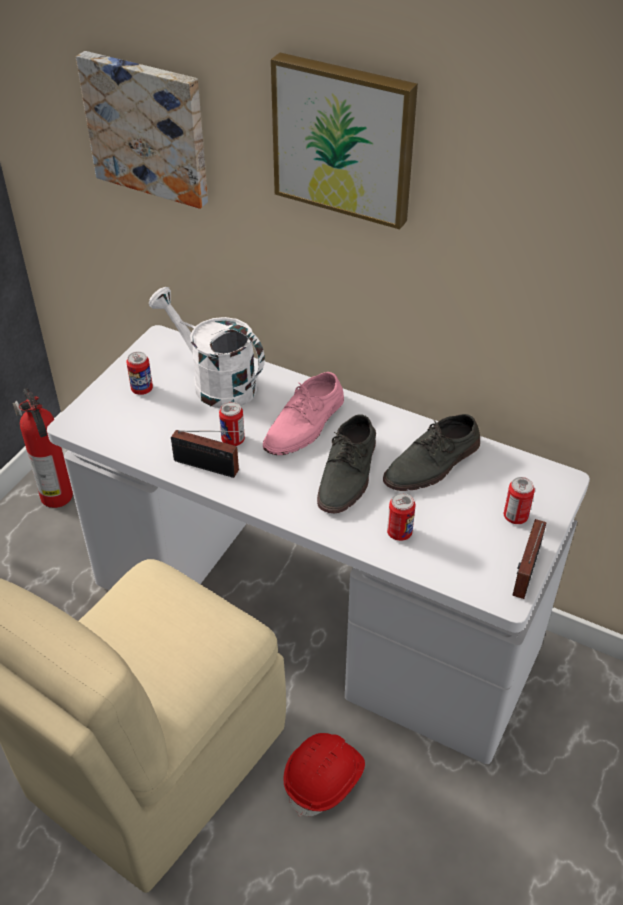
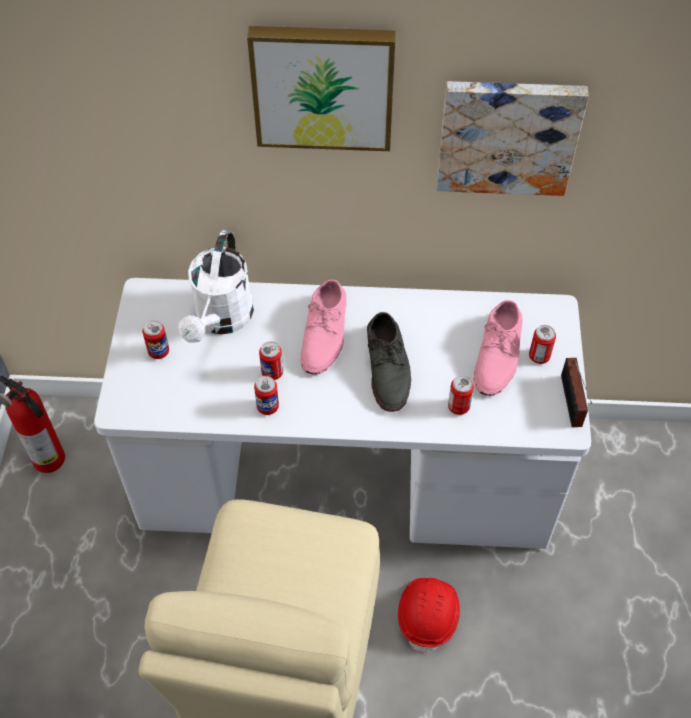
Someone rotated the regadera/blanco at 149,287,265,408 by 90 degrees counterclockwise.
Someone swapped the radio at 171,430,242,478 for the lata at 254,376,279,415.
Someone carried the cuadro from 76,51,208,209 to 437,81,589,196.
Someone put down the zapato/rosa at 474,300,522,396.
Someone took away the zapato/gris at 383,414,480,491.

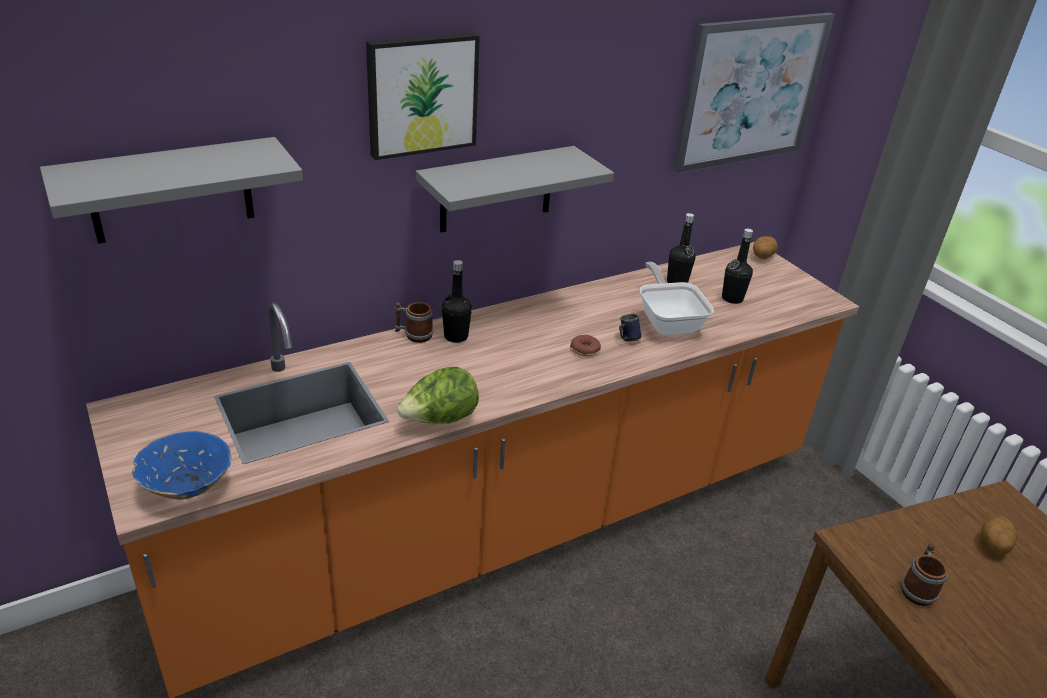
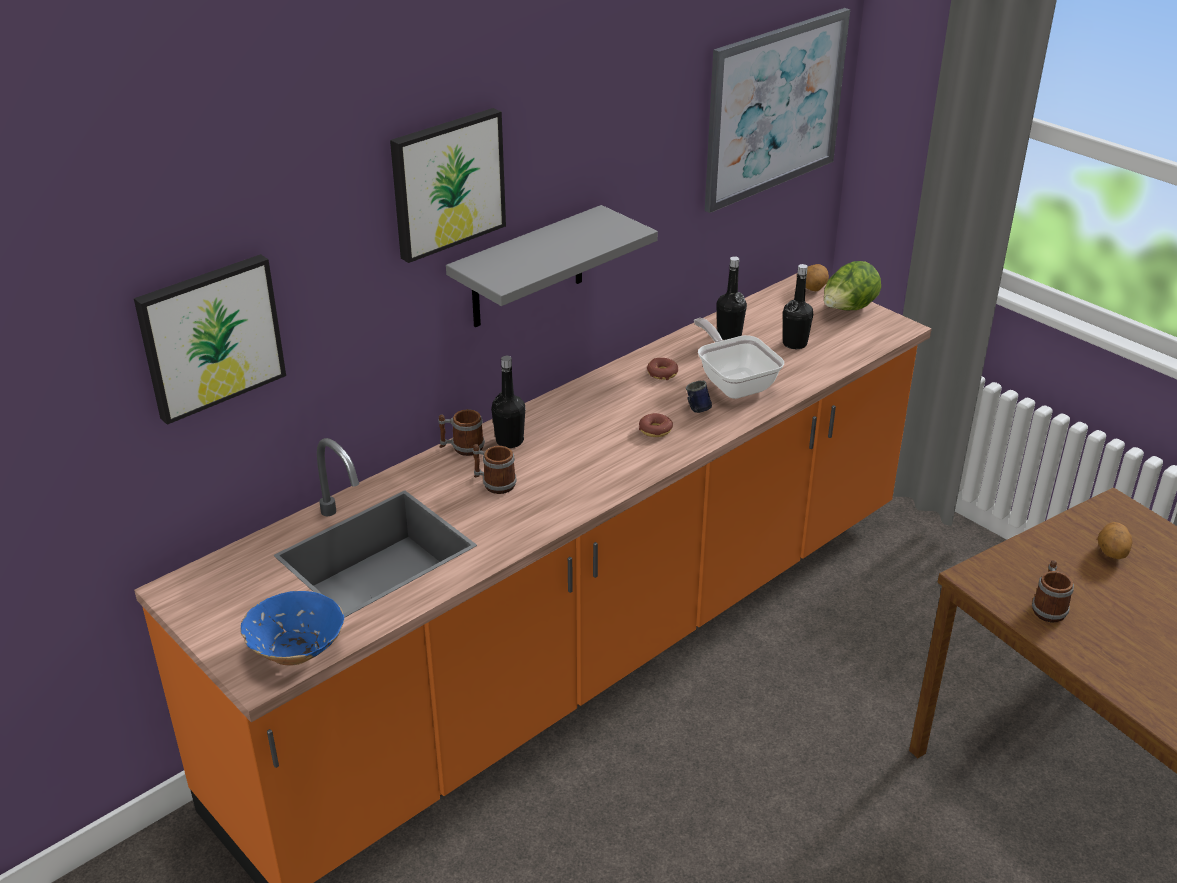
Someone swapped the estante/gris at 40,137,303,244 for the cuadro at 134,254,286,425.
Someone put down the taza grande at 473,444,517,494.
Someone put down the rosquilla at 647,358,678,380.
Someone carried the lechuga from 397,367,479,424 to 824,261,881,310.

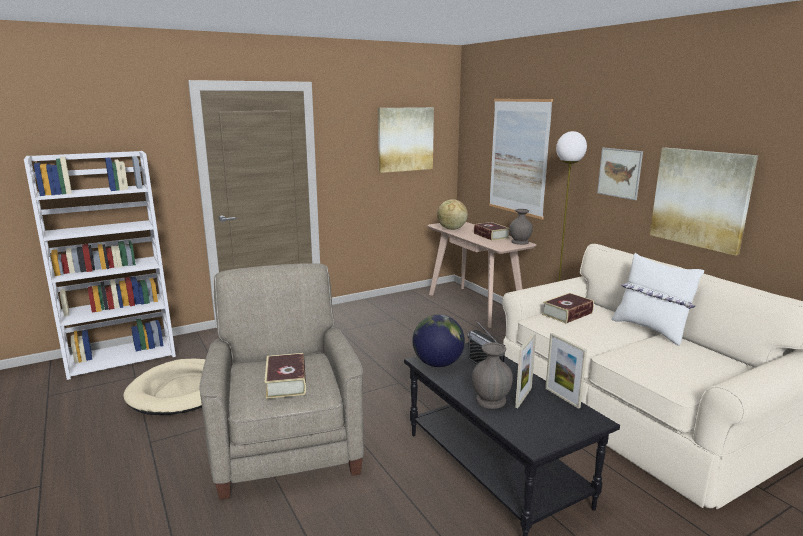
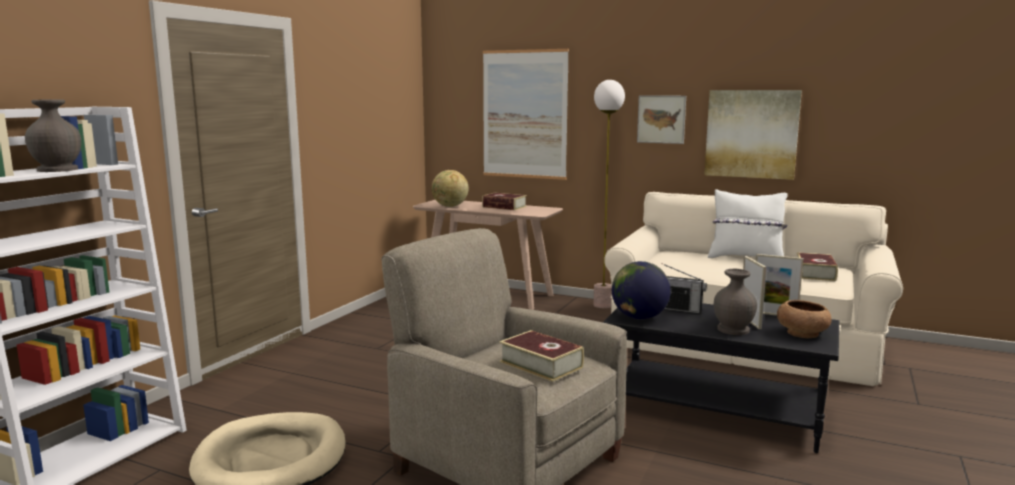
Someone carried the florero/gris from 509,209,533,245 to 25,100,81,172.
Someone put down the cuenco/marrón at 777,300,832,338.
Someone carried the libro from 542,293,594,324 to 797,252,838,281.
Someone took away the cuadro at 378,107,434,173.

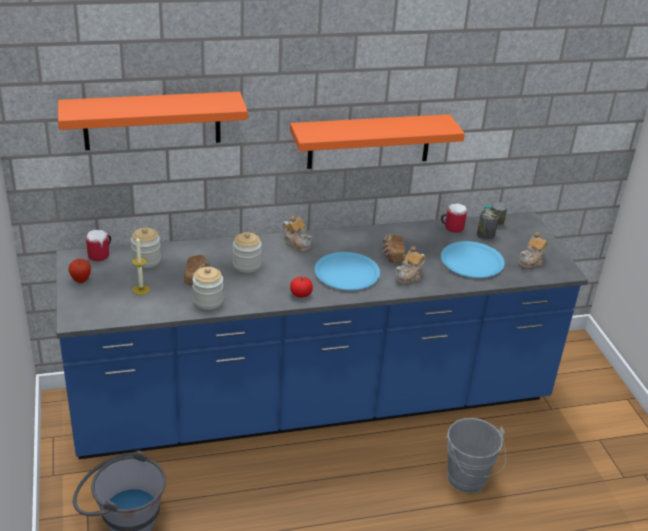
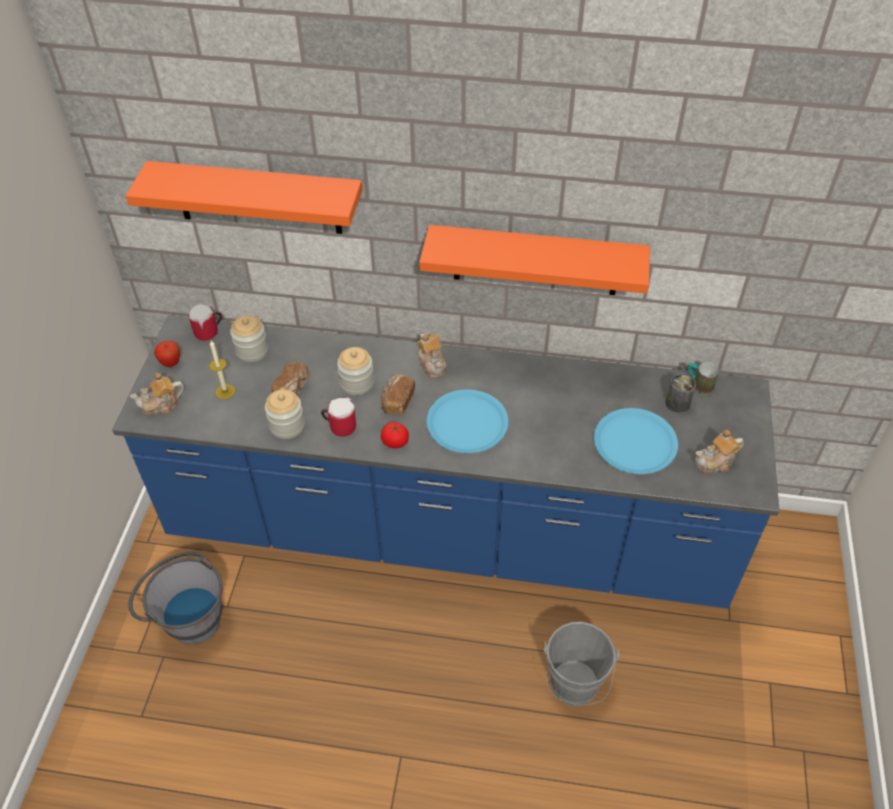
Someone carried the tetera from 395,246,425,284 to 130,373,184,415.
Someone carried the taza grande from 441,203,467,232 to 321,397,356,437.
Someone carried the pan from 382,234,405,263 to 380,375,415,415.

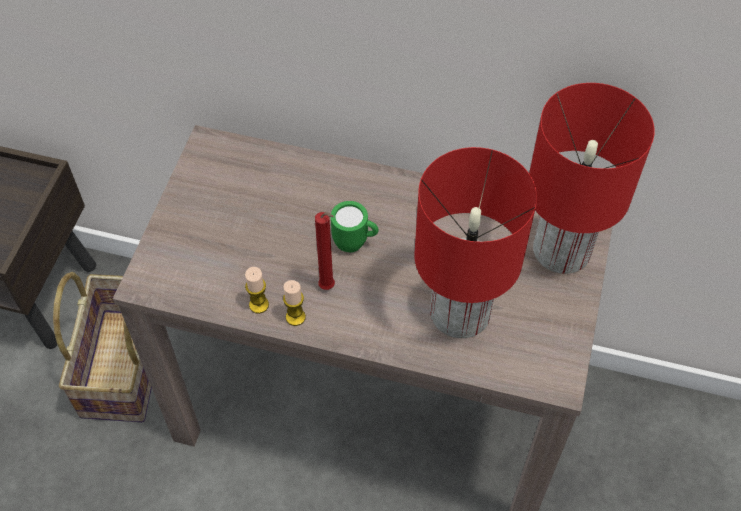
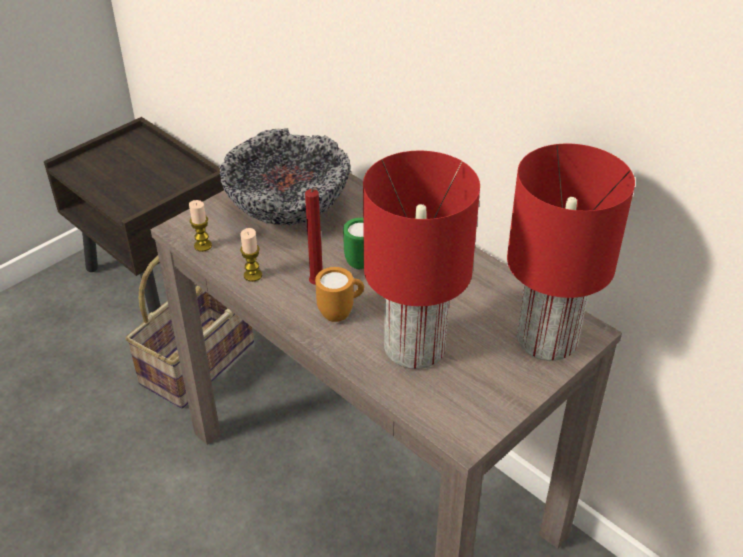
Someone carried the vela from 283,280,306,326 to 189,200,212,252.
Someone put down the cuenco at 220,128,351,225.
Someone put down the taza grande/naranja at 315,267,364,322.

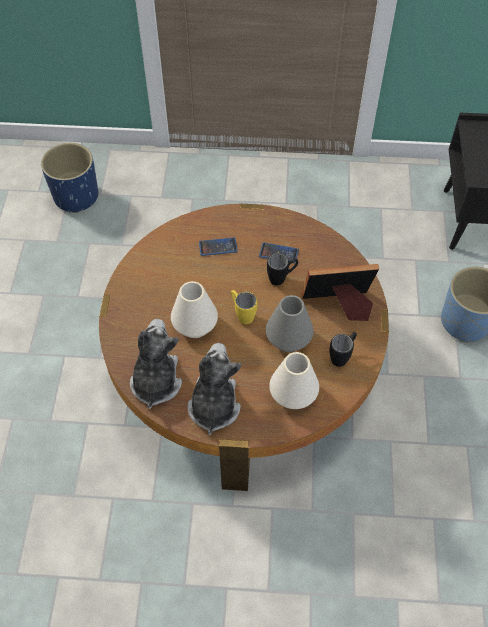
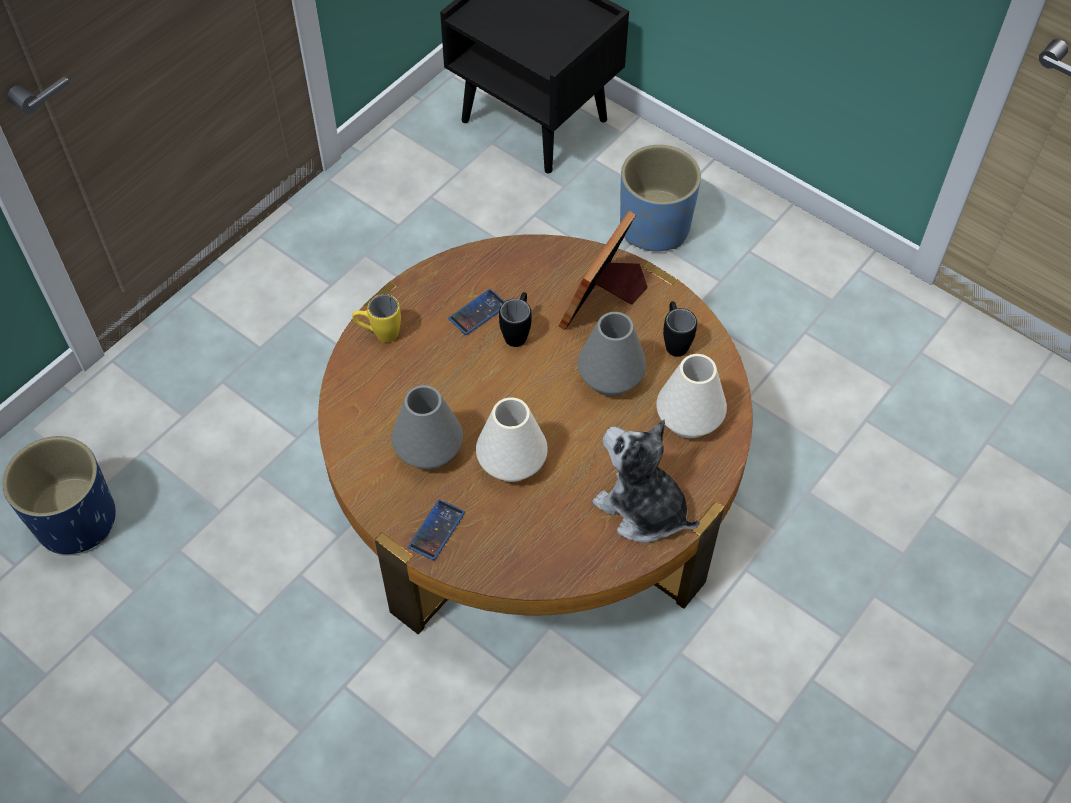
Someone carried the taza grande/amarillo from 231,290,257,324 to 352,294,401,342.
Someone put down the florero/gris at 392,385,463,470.
Someone carried the móvil from 199,237,237,256 to 408,499,465,560.
Someone took away the peluche at 130,319,182,409.

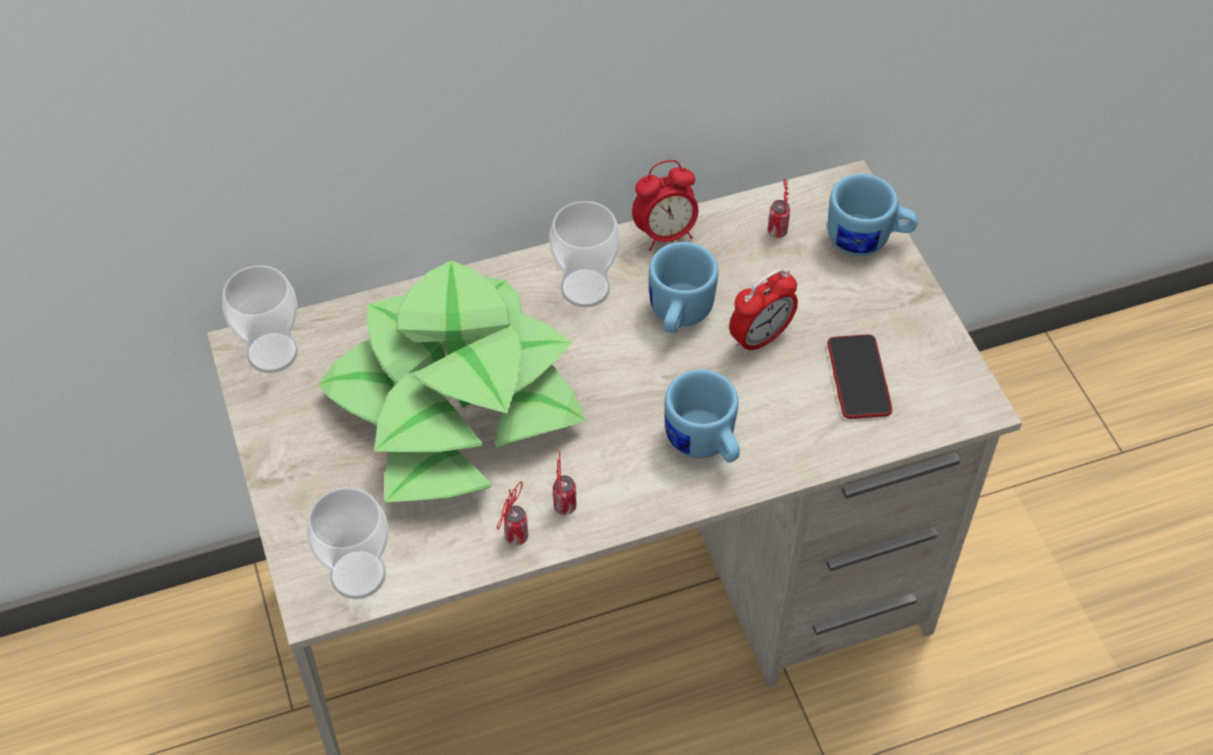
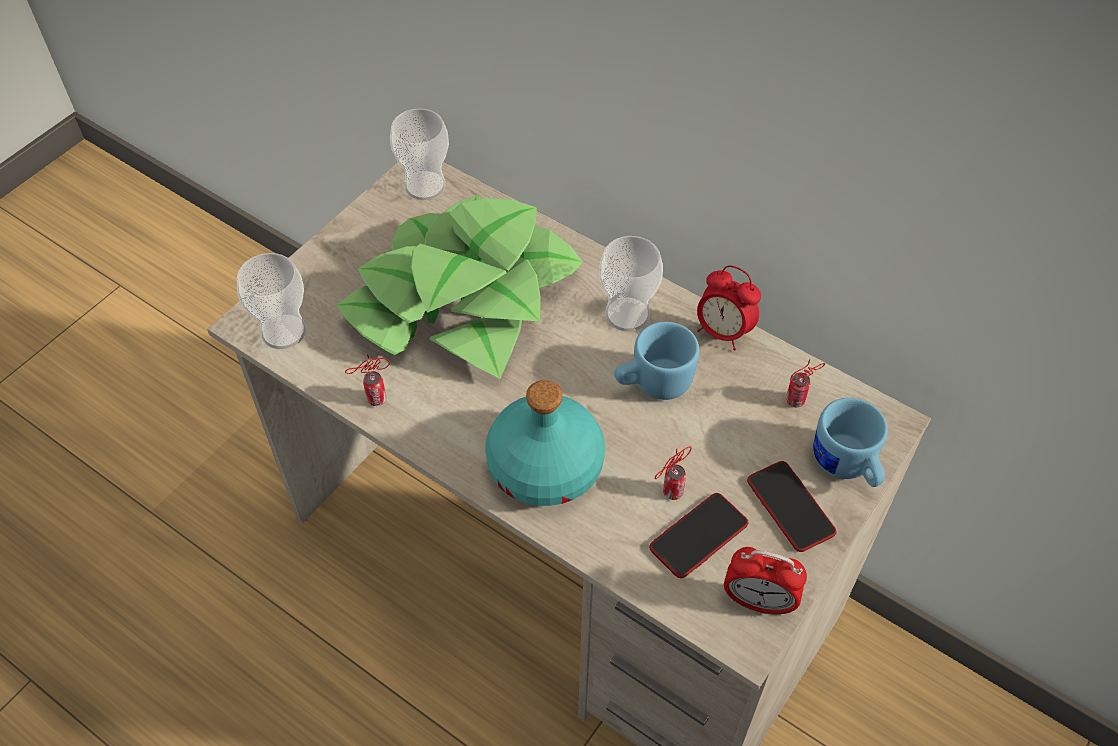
Someone swapped the taza grande/azul at 664,369,740,463 for the botella/turquesa at 485,380,605,506.
Someone carried the lata from 553,451,576,515 to 655,446,691,500.
Someone carried the despertador from 729,269,798,355 to 724,547,807,616.
Someone put down the móvil at 747,461,837,552.

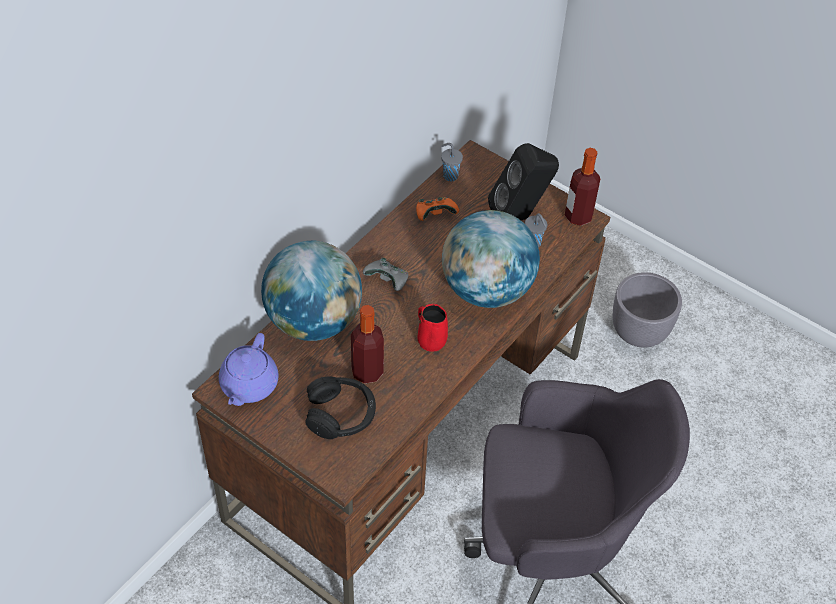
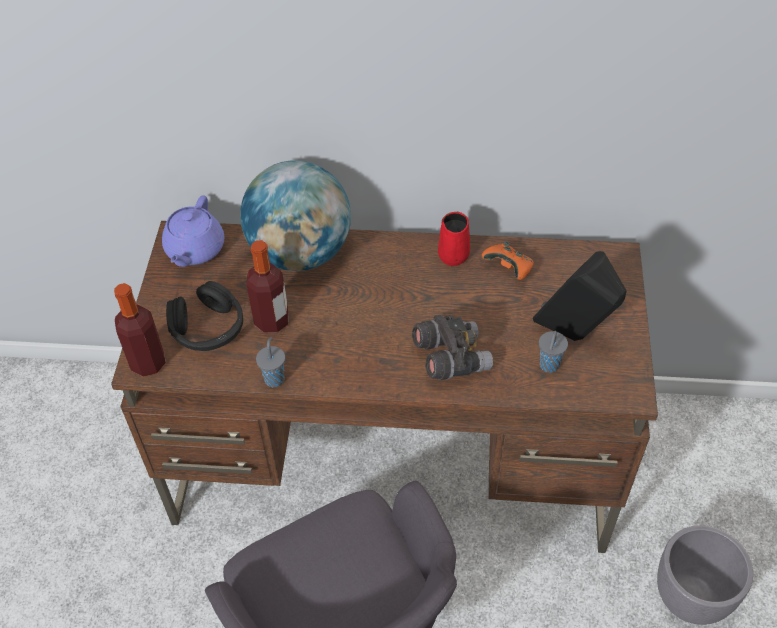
Someone carried the botella from 565,148,600,226 to 114,283,166,377.
Someone rotated the tetera/morado at 219,333,279,406 by 60 degrees counterclockwise.
Someone carried the taza/gris from 441,143,463,181 to 256,337,285,387.
Someone swapped the globo terráqueo at 442,210,540,308 for the prismáticos/gris at 412,315,493,380.
Someone carried the taza grande/rojo from 418,304,448,352 to 438,212,470,266.
Someone took away the mando de consola/gris at 363,258,409,291.

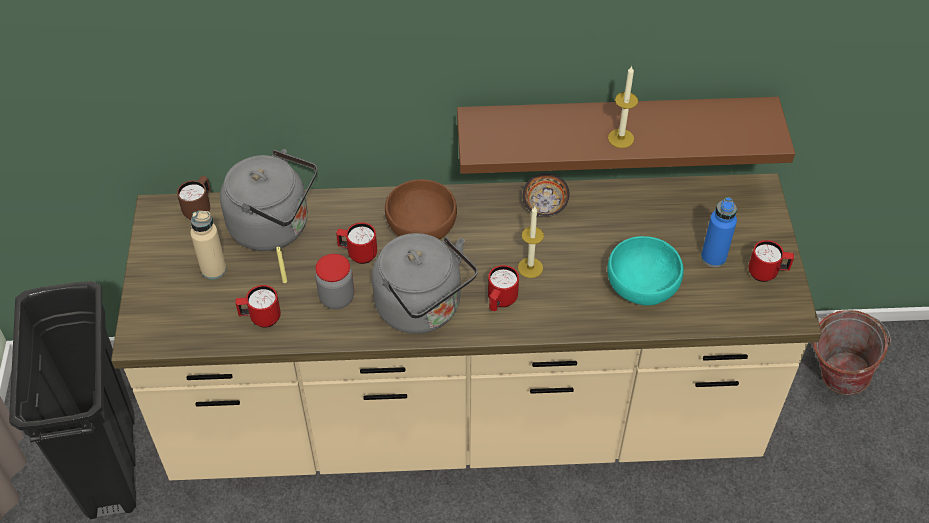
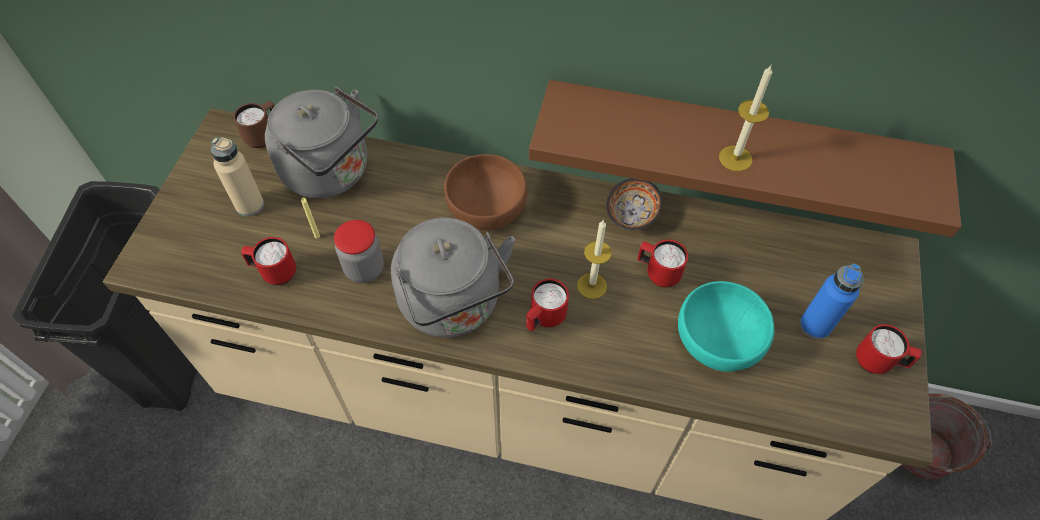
Someone carried the taza grande/rojo from 336,222,377,264 to 637,240,688,288.

